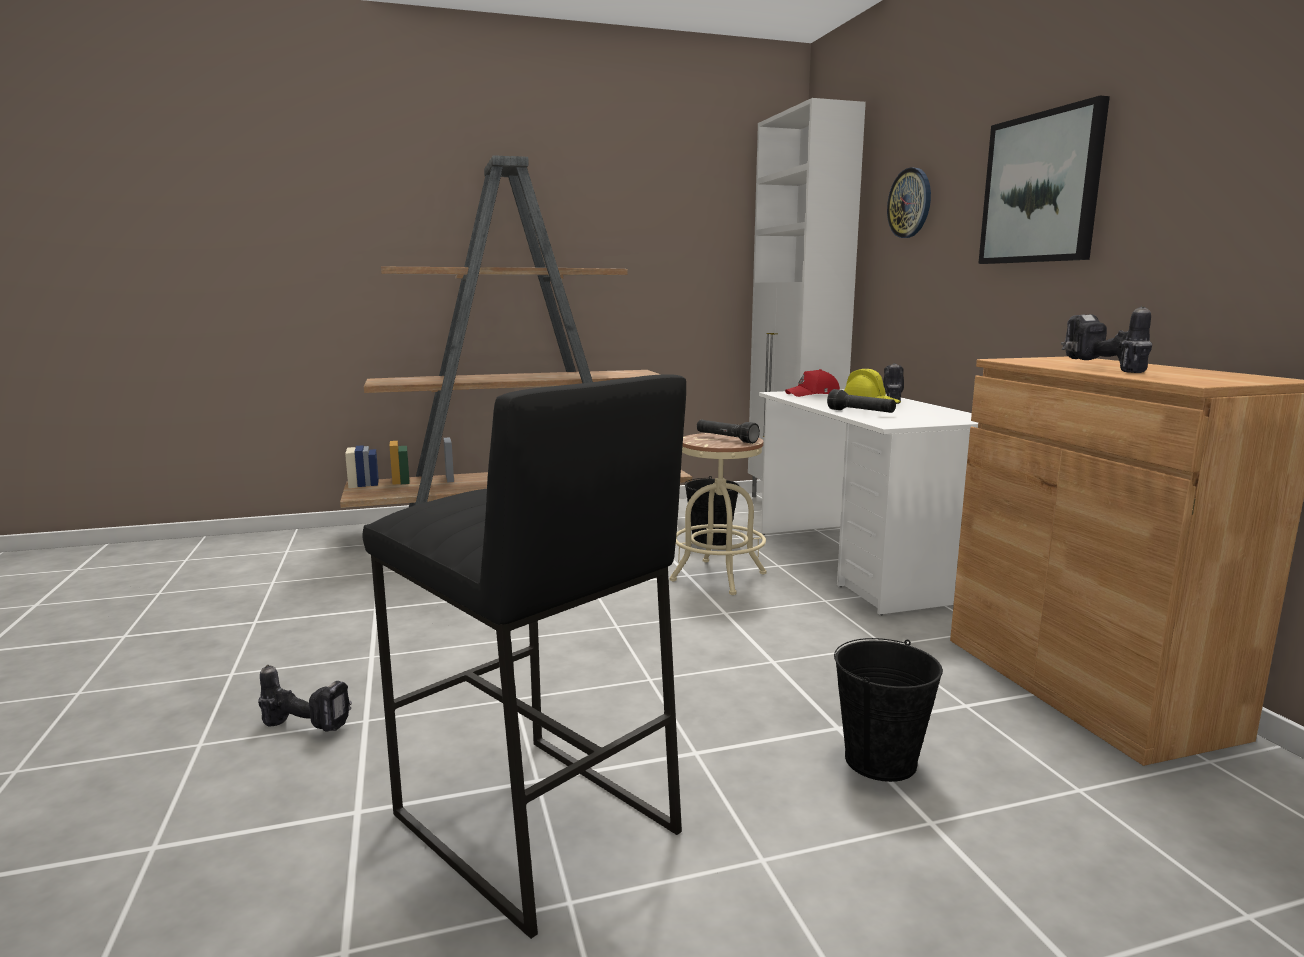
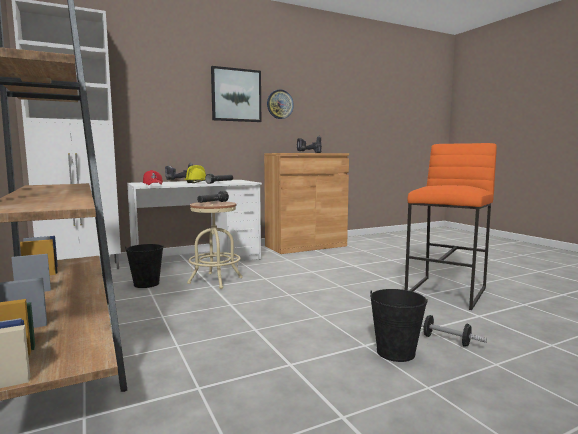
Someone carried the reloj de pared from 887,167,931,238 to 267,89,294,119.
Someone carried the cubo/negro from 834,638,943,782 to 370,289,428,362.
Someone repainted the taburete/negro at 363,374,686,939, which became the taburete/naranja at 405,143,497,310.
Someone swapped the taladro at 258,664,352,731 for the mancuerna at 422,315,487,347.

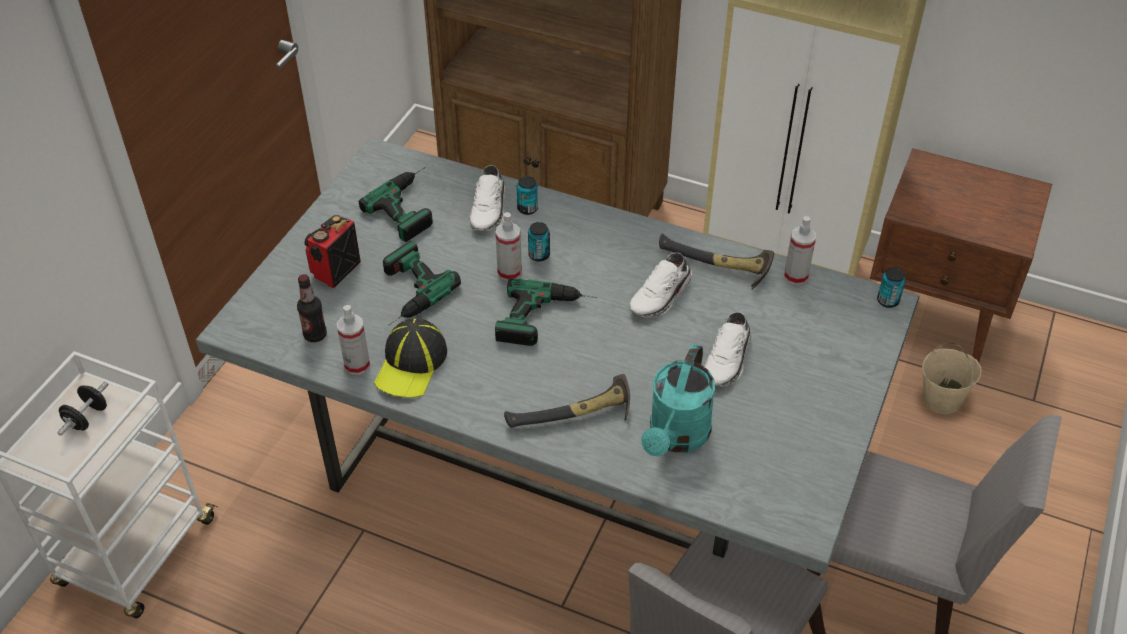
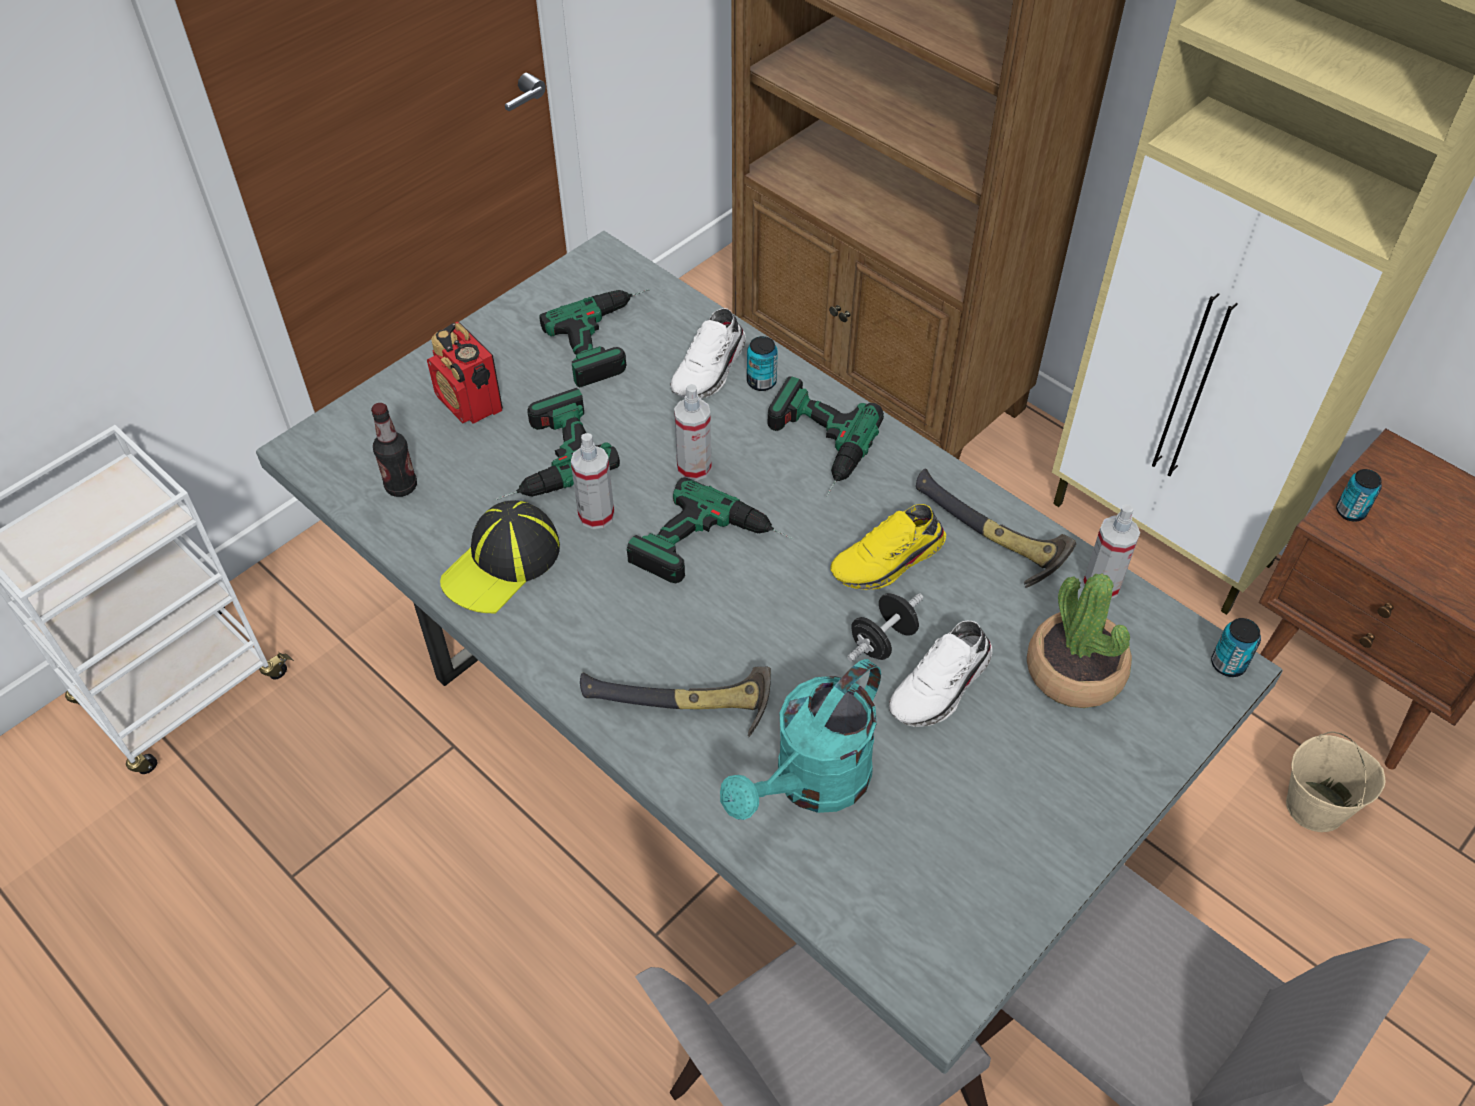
Someone rotated the radio at 305,215,361,288 by 90 degrees counterclockwise.
Someone carried the pulverizador from 337,305,370,375 to 571,433,614,529.
Someone put down the taladro at 767,376,884,497.
Someone repainted the zapato/blanco at 629,253,692,318, which became the zapato/amarillo at 830,504,946,590.
Someone carried the mancuerna/negro from 58,381,108,436 to 847,593,923,662.
Someone put down the planta en maceta at 1027,573,1132,708.
Someone carried the lata from 528,222,550,261 to 1336,469,1382,522.

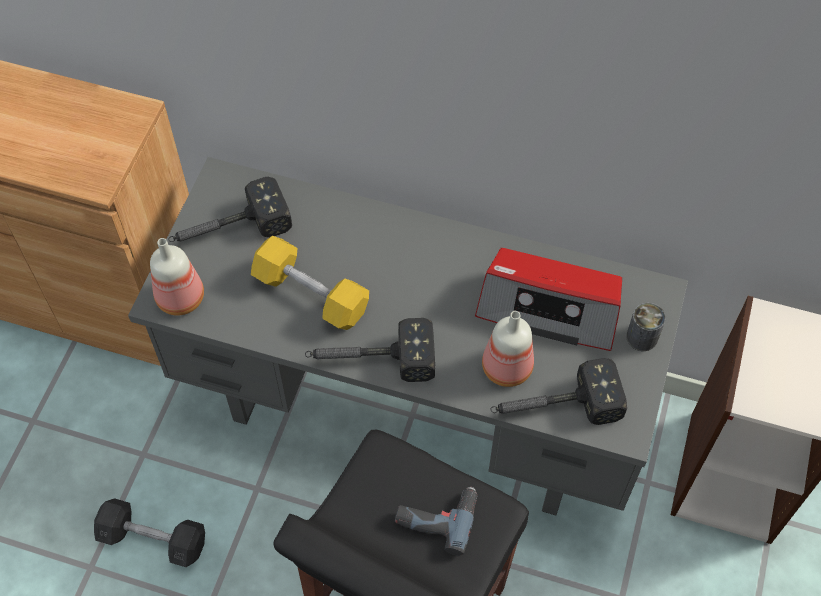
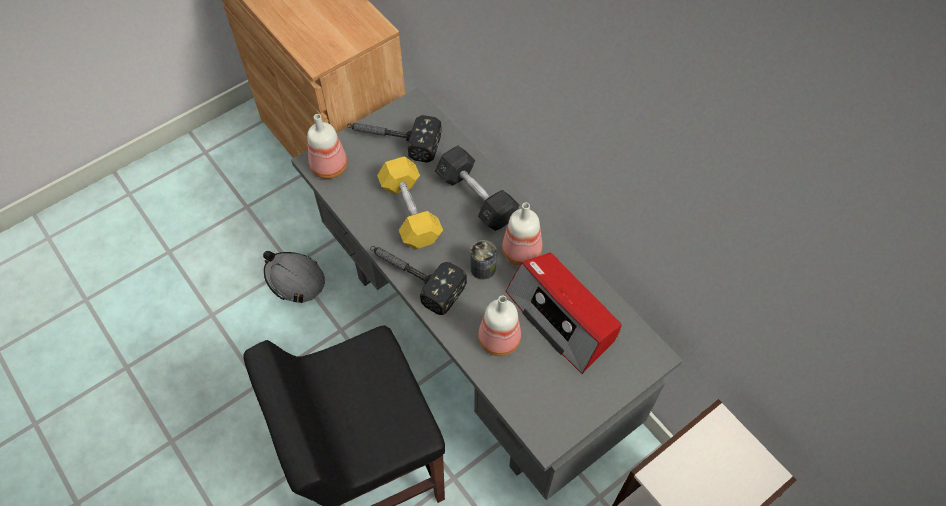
Someone put down the casco/gris at 263,251,325,303.
Someone carried the mancuerna/gris from 94,498,205,567 to 435,146,519,231.
Someone carried the lata from 626,303,666,351 to 471,240,497,280.
Someone put down the botella at 502,202,543,266.
Someone took away the taladro at 395,486,478,556.
Someone took away the martillo at 490,358,627,425.

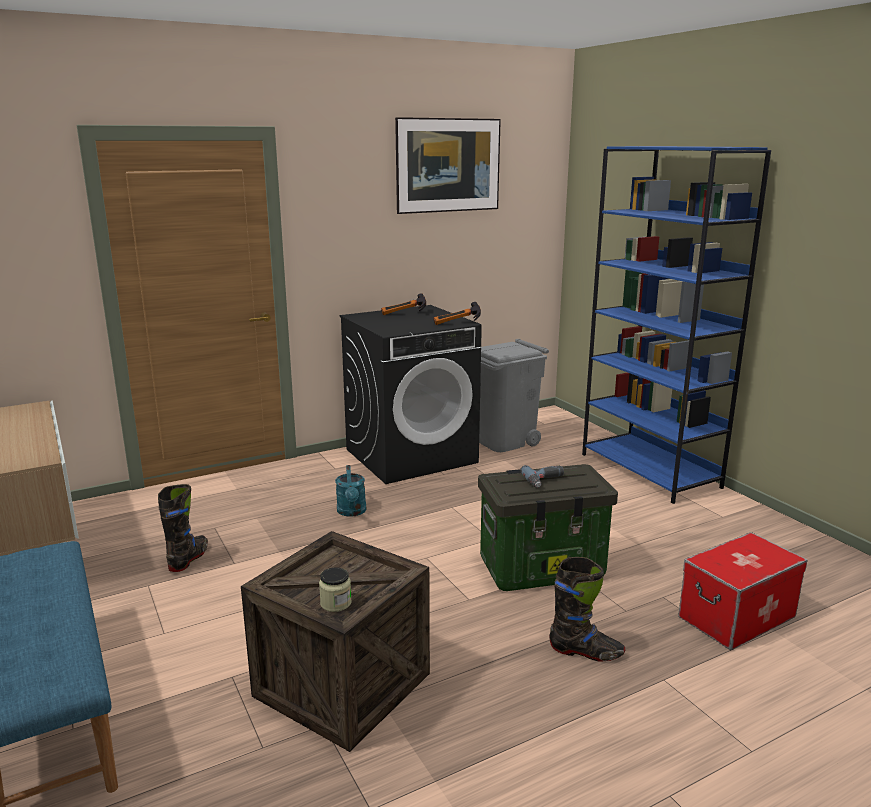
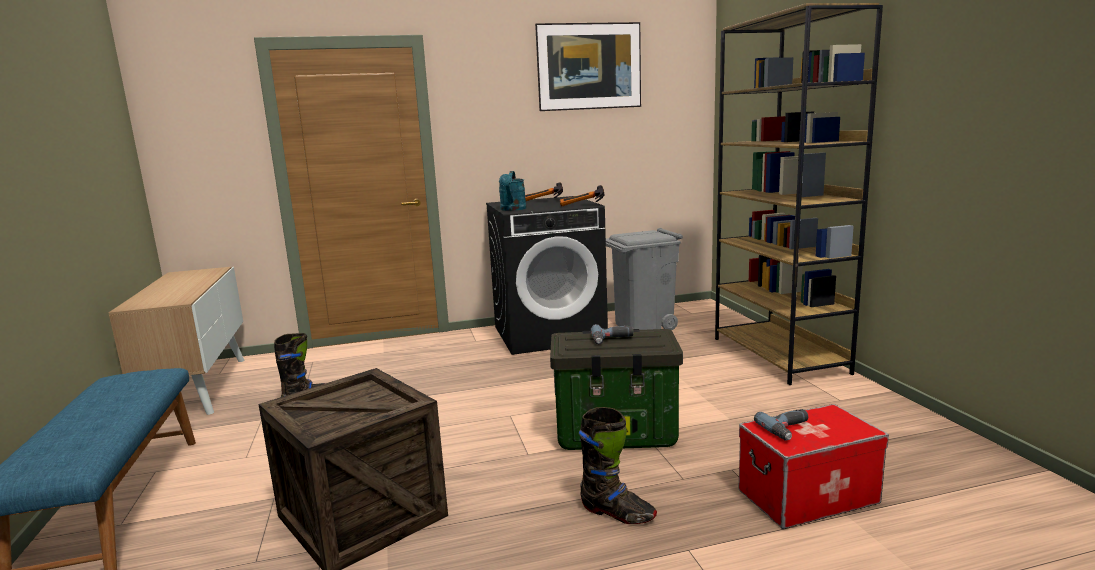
Someone carried the regadera/turquesa from 335,465,367,517 to 498,171,527,211.
Someone repainted the estantería/azul at 582,146,771,504, which became the estantería/marrón at 715,3,883,385.
Someone put down the taladro at 754,409,808,441.
Someone took away the tarro at 319,567,352,612.

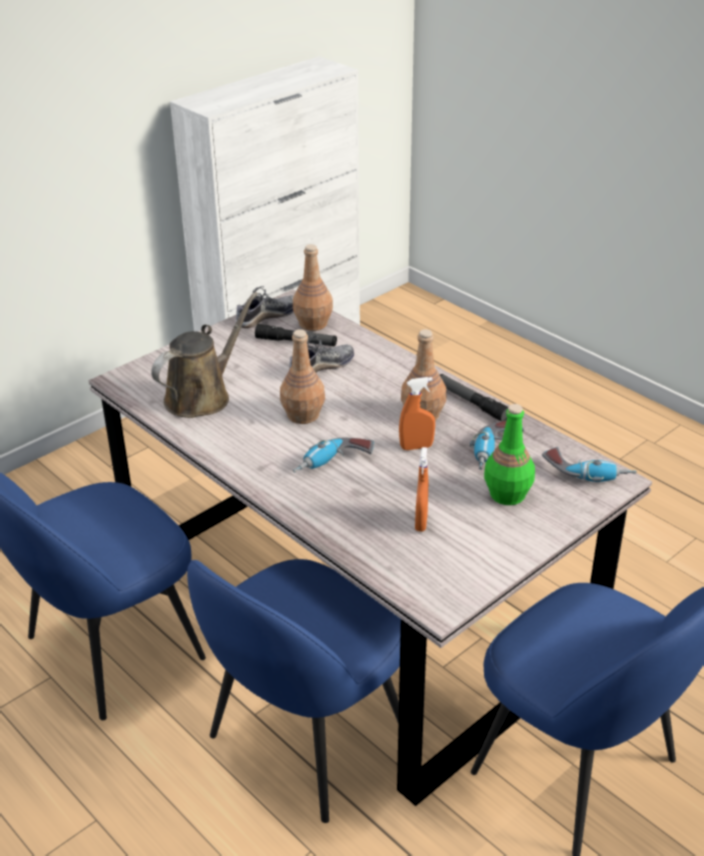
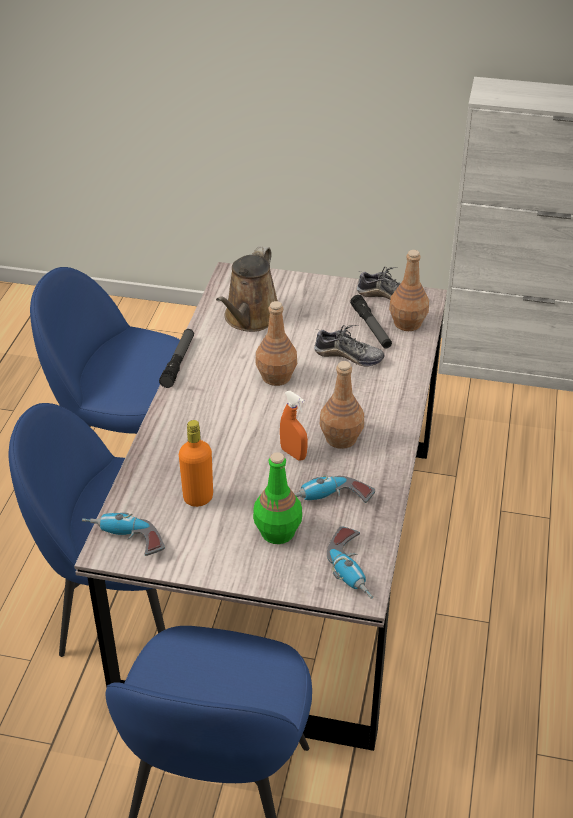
Someone carried the taladro from 293,438,374,473 to 82,512,165,556.
Someone carried the linterna from 440,374,508,421 to 159,329,194,388.
Someone swapped the pulverizador/naranja at 415,447,428,532 for the botella/naranja at 179,420,213,507.
Someone rotated the regadera/marrón at 151,292,258,418 by 105 degrees clockwise.

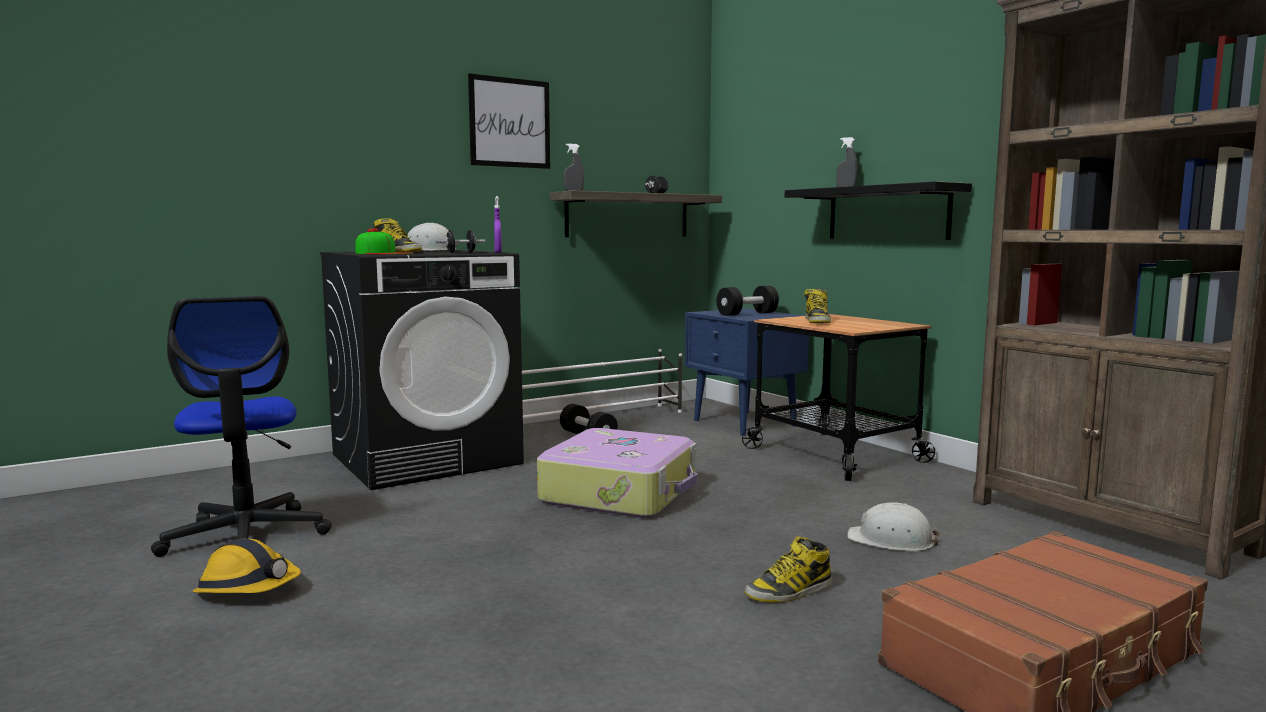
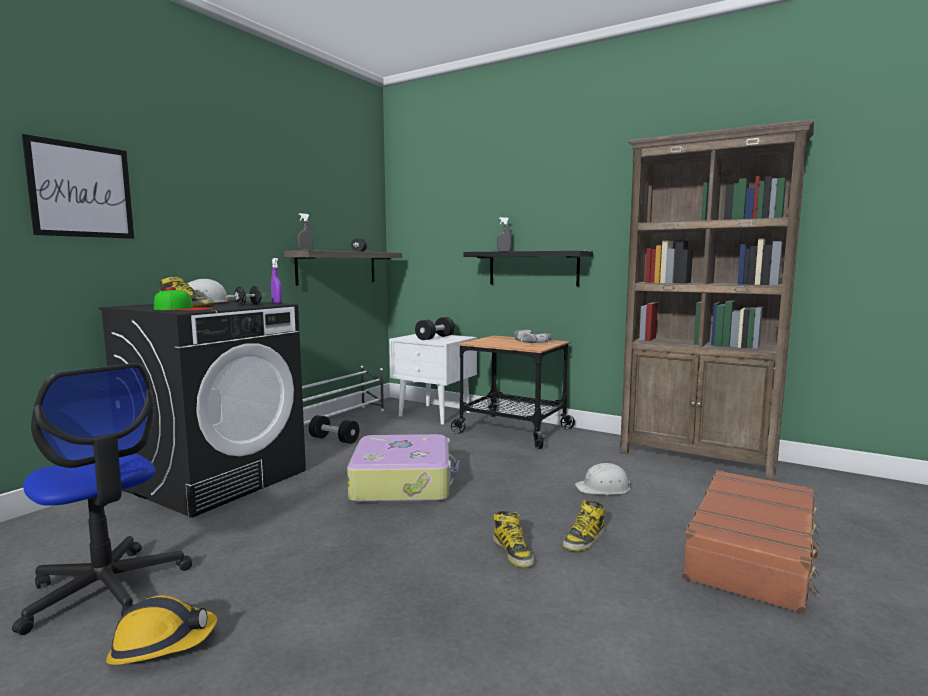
Someone carried the cuadro from 468,73,550,169 to 22,134,134,239.
Someone repainted the mesita de noche/azul at 685,308,809,436, which became the mesita de noche/blanco at 389,334,477,424.
Someone carried the bota from 804,289,831,323 to 493,511,534,568.
Someone put down the taladro at 514,330,552,343.

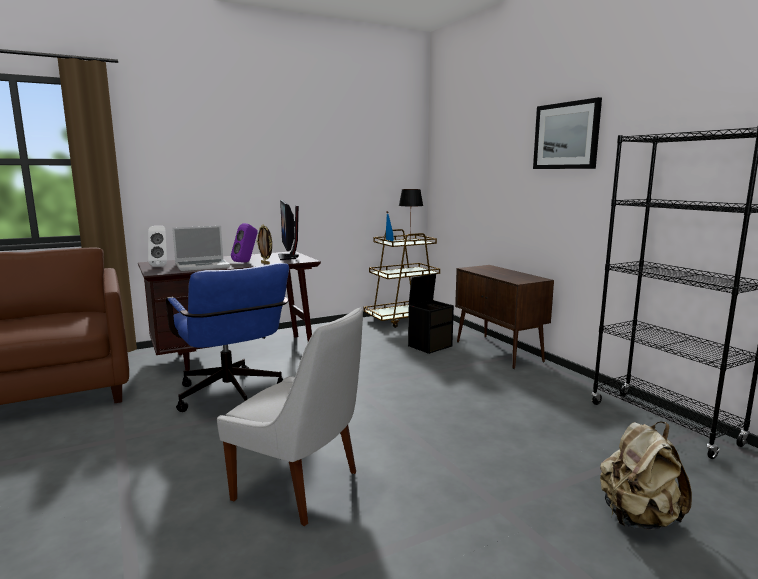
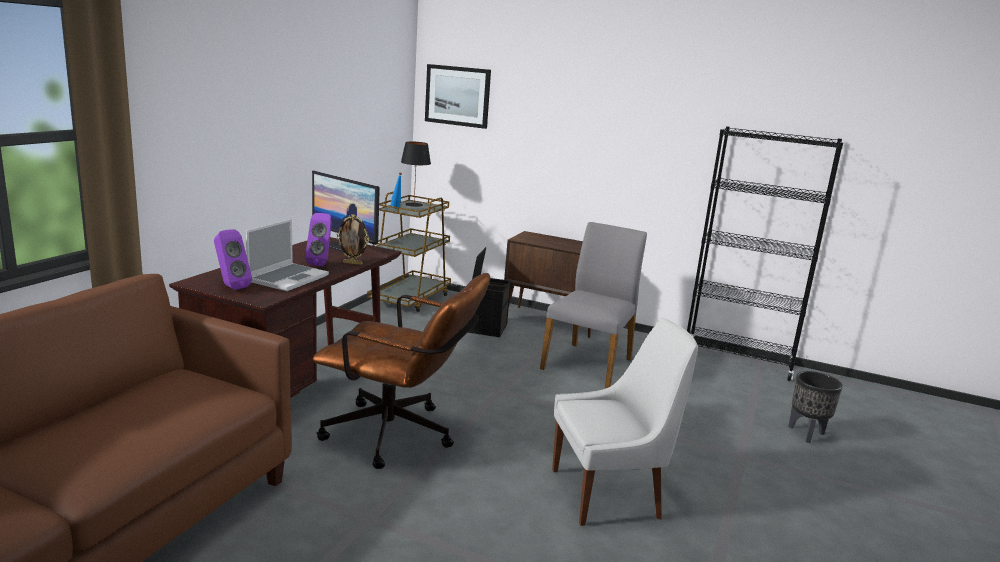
Someone repainted the altavoz/blanco at 148,226,167,267, which became the altavoz/morado at 214,229,252,290.
Someone repainted the silla de oficina/azul at 166,263,289,412, which became the silla de oficina/marrón at 313,273,490,469.
Someone carried the cuadro from 533,97,602,169 to 425,64,491,129.
Someone put down the silla/gris at 540,222,647,388.
Someone swapped the mochila/beis at 600,421,692,530 for the maceta/negro at 788,371,843,443.

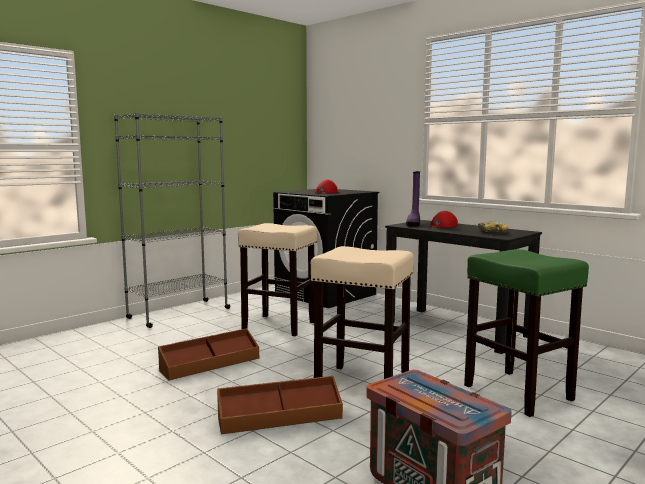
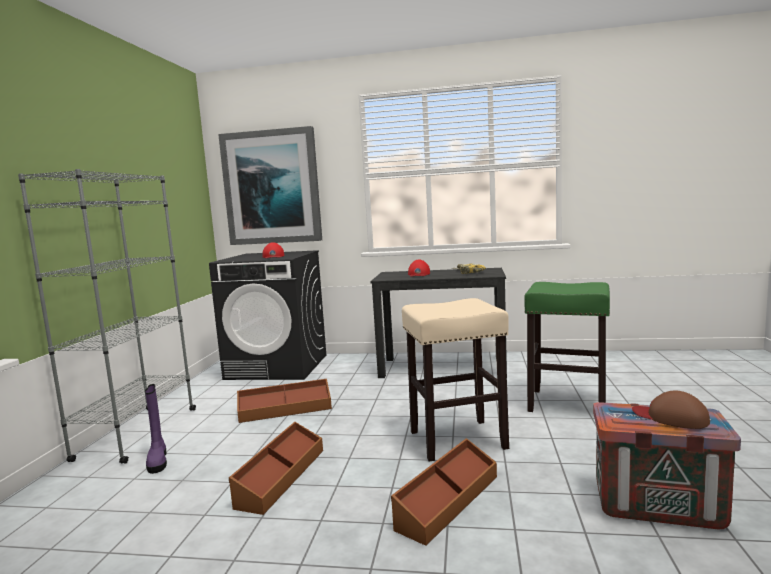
Someone carried the bota/morado from 406,171,420,227 to 145,384,167,474.
Someone put up the cuadro at 218,126,322,245.
Someone swapped the taburete/beis at 238,223,317,336 for the caja de almacenaje/marrón at 237,379,332,423.
Someone put down the gorra/marrón at 632,391,710,429.

